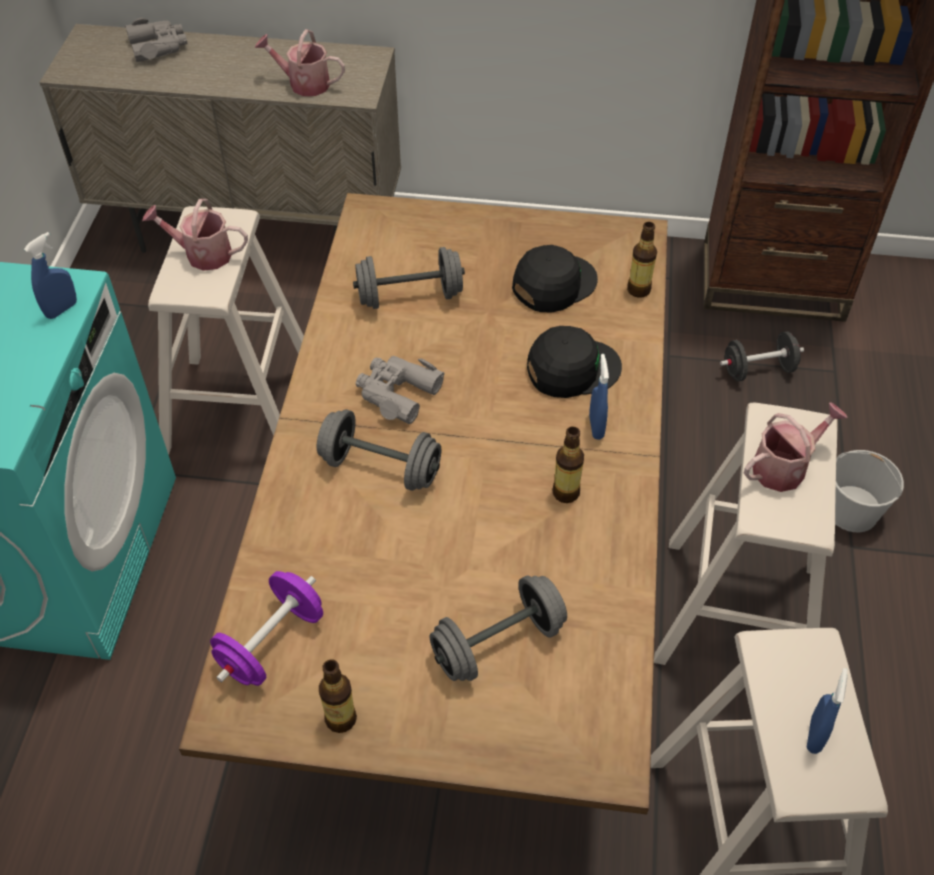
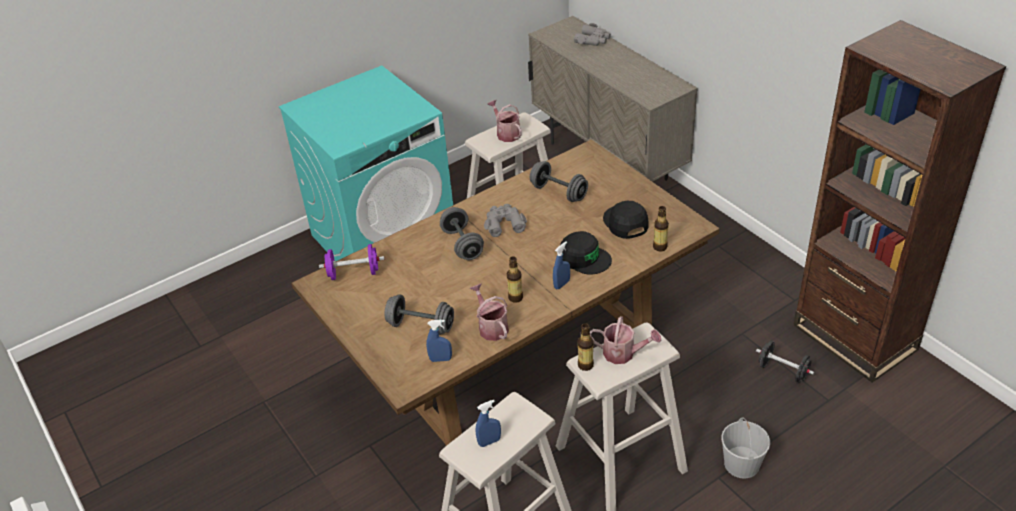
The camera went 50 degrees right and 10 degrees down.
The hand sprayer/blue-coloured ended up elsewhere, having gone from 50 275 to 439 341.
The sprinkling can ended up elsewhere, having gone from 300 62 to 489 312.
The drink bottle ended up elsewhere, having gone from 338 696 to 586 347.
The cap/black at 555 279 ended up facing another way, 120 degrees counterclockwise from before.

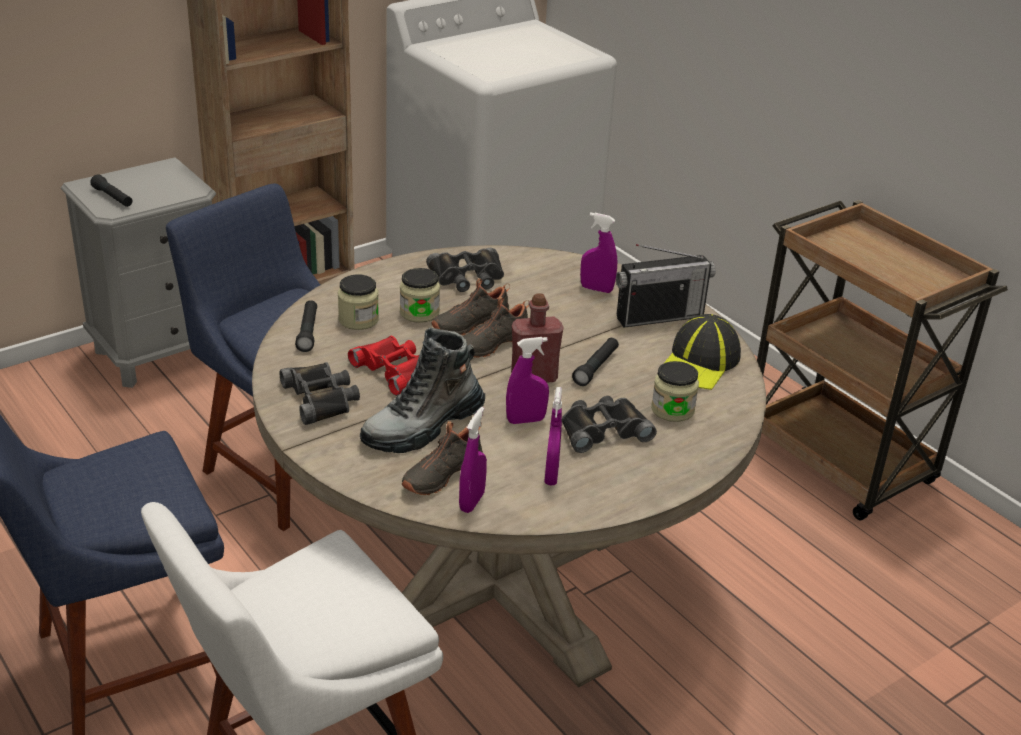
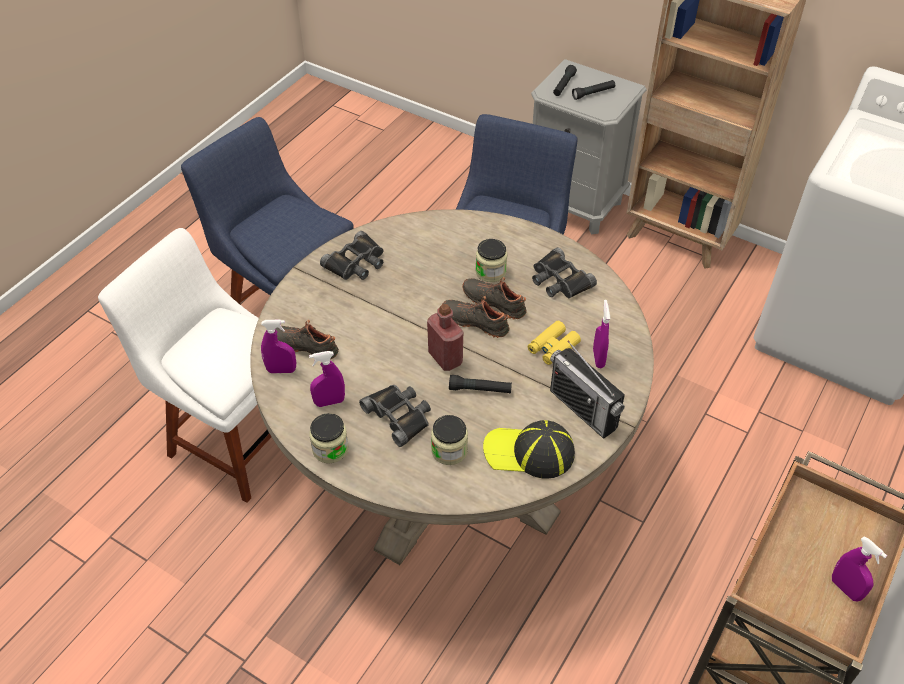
The camera went 70 degrees right and 15 degrees up.
The second view lost the pair of binoculars/red at 383 366.
The second view lost the high-top boot at 422 390.
The second view gained the pair of binoculars/yellowish at 554 343.
The flashlight/black ended up elsewhere, having gone from 306 326 to 593 90.
The storage jar ended up elsewhere, having gone from 358 302 to 329 438.
The hand sprayer/purple ended up elsewhere, having gone from 527 380 to 859 569.

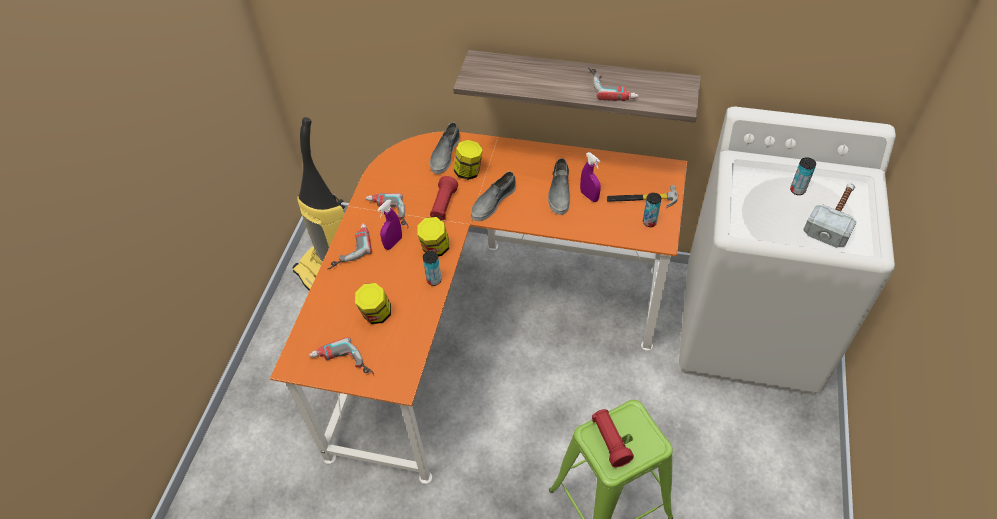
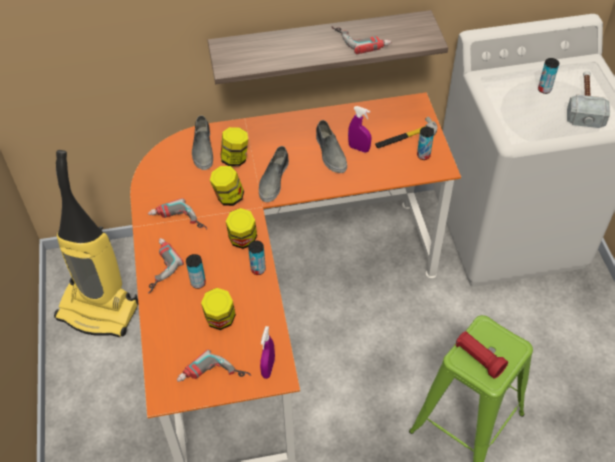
The camera went 25 degrees left and 0 degrees up.
The second view gained the sealed can at 196 271.
The hand sprayer/purple ended up elsewhere, having gone from 389 224 to 267 352.
Where the flashlight/red stood at 444 198, the storage jar came to stand at 227 186.

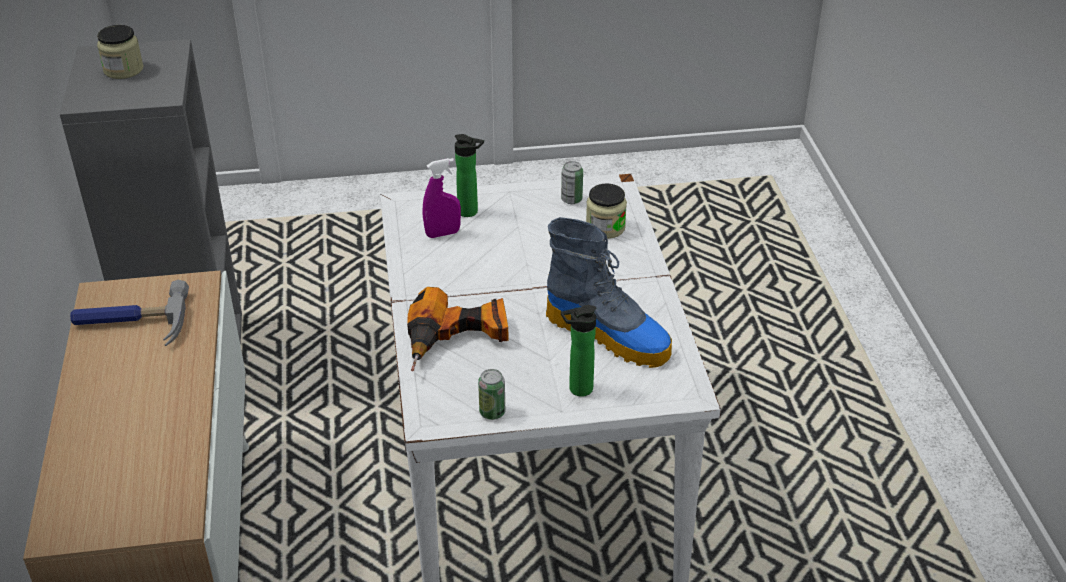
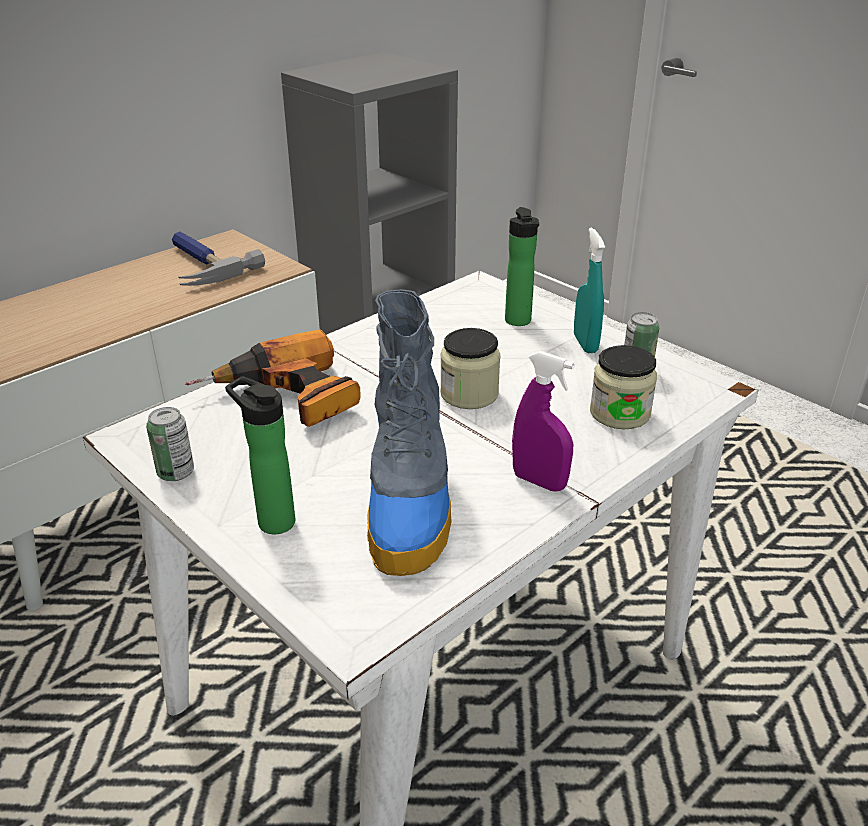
The camera went 55 degrees right and 5 degrees down.
The second view gained the hand sprayer/blue-green at 589 290.
The storage jar ended up elsewhere, having gone from 120 52 to 470 368.
The hand sprayer/purple ended up elsewhere, having gone from 442 198 to 543 421.

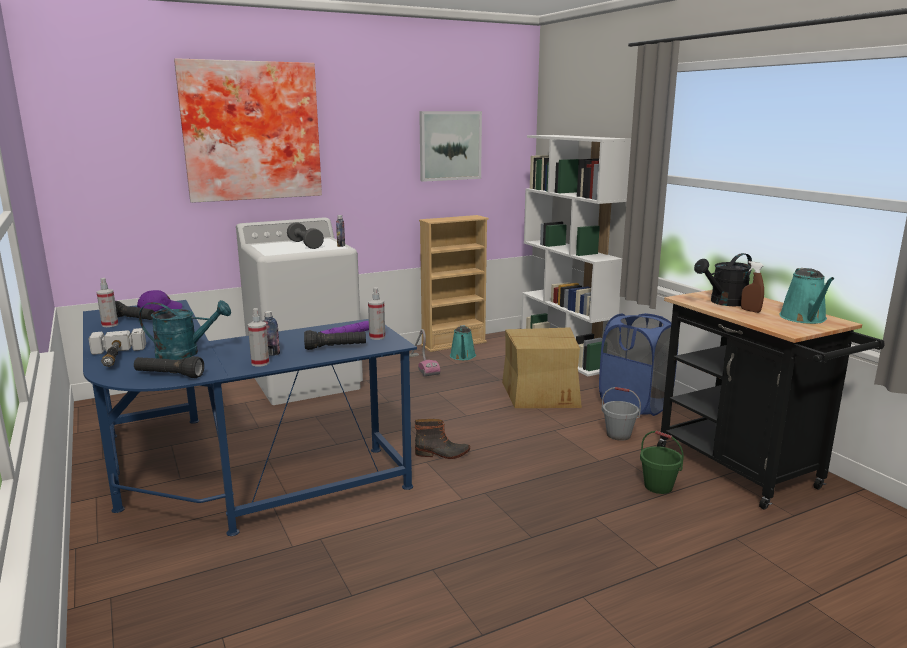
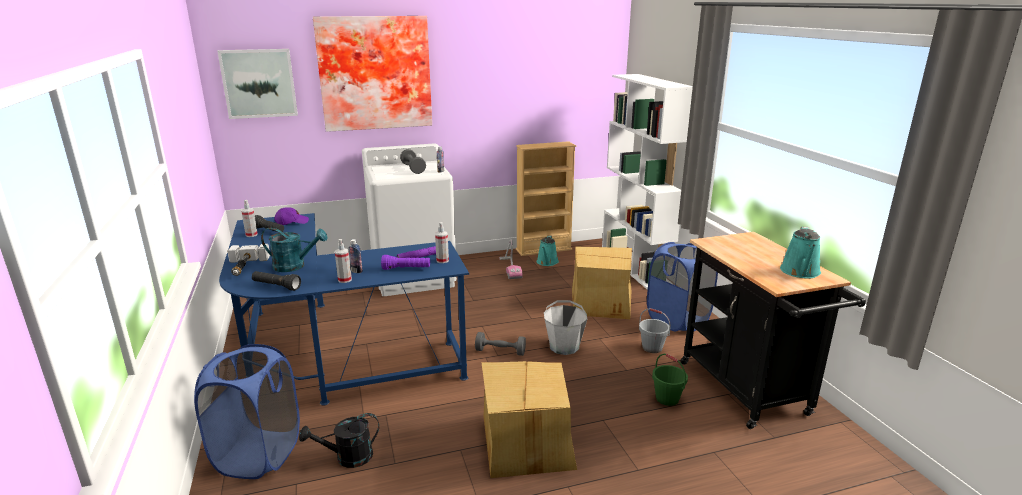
The camera went 10 degrees right and 5 degrees up.
The second view lost the hand sprayer/brownish at 752 287.
The second view gained the washing basket/blue-coloured at 247 411.
The second view gained the packing box at 529 419.
The second view gained the water bucket/greyish at 566 327.
The wall art ended up elsewhere, having gone from 450 146 to 257 84.
The sprinkling can/black ended up elsewhere, having gone from 723 279 to 339 440.
Where the high-top boot stood at 442 439, the free weight/greyish came to stand at 500 344.
What was the flashlight/black at 335 340 turned into the flashlight/purple at 405 262.

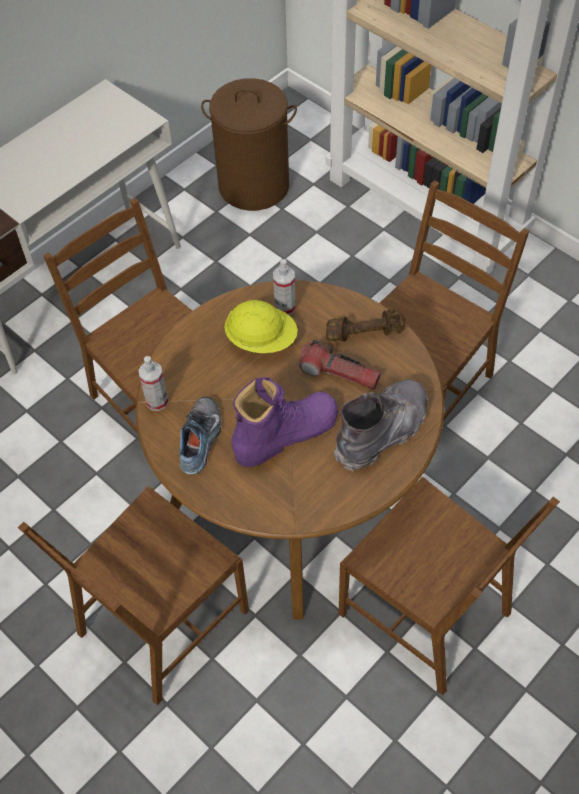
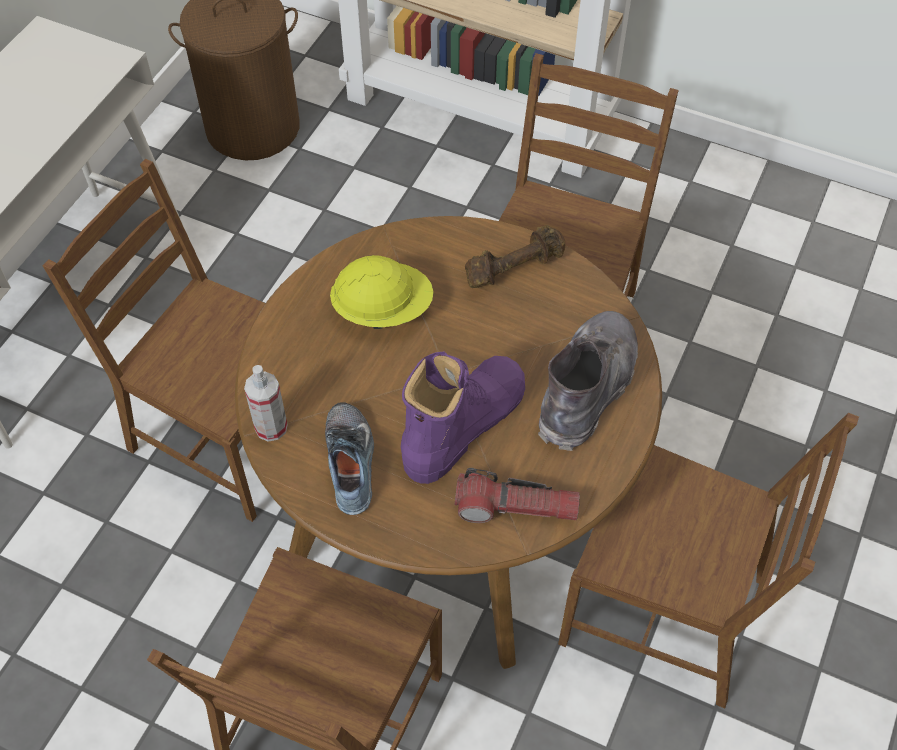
The camera went 20 degrees left and 0 degrees up.
The second view lost the hand sprayer at 284 287.
The flashlight ended up elsewhere, having gone from 340 364 to 517 495.

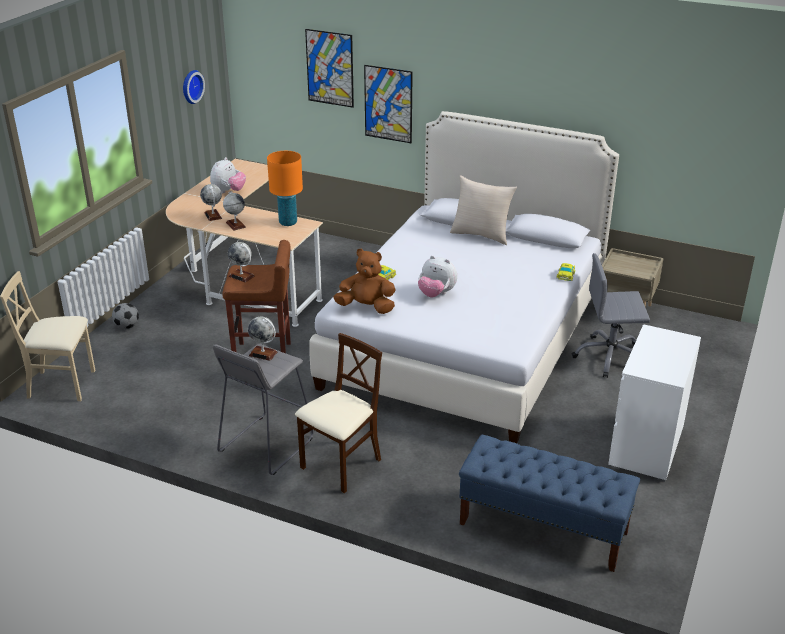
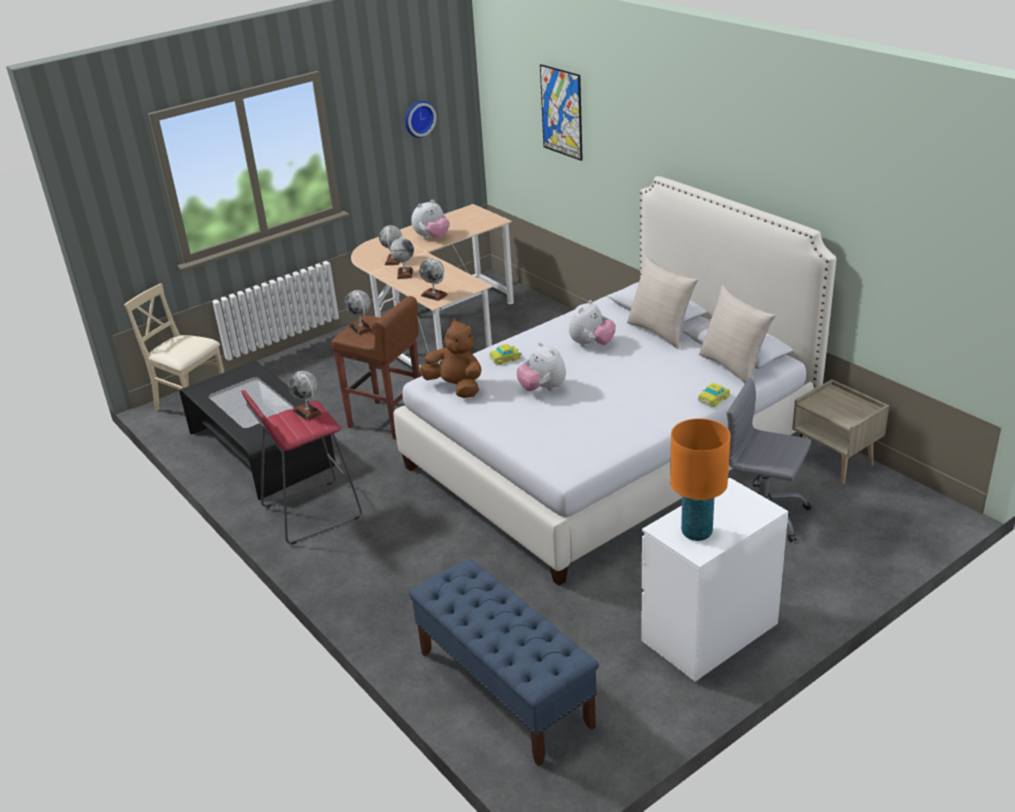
The camera went 30 degrees right and 0 degrees up.
The second view lost the ball for football at 125 316.
The second view lost the upright chair/beige-coloured at 338 413.
The second view lost the wall art at 388 104.
The second view gained the low table/black at 257 430.
The second view gained the world globe at 433 279.
The second view gained the plush toy at 592 323.
The second view gained the pillow/beige-coloured at 737 334.
The tabletop lamp/orangey ended up elsewhere, having gone from 285 188 to 700 479.
What was the stool seat/greyish at 263 409 turned into the stool seat/red at 301 467.

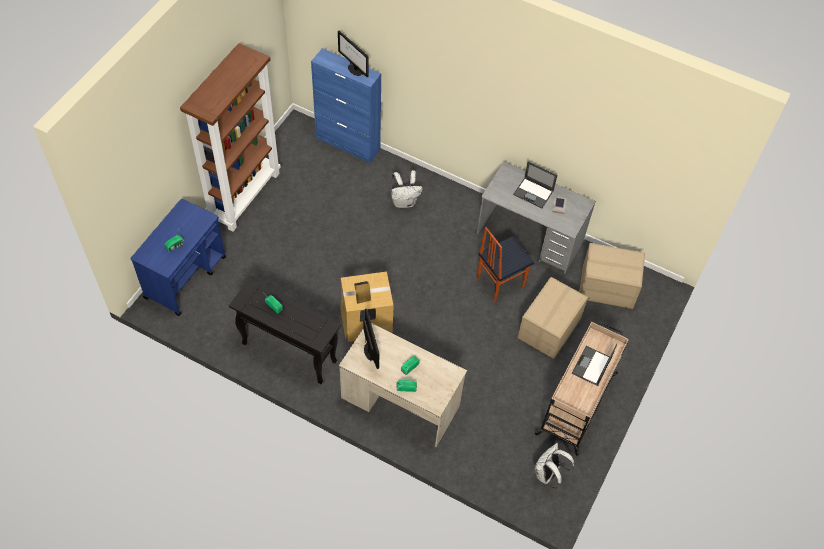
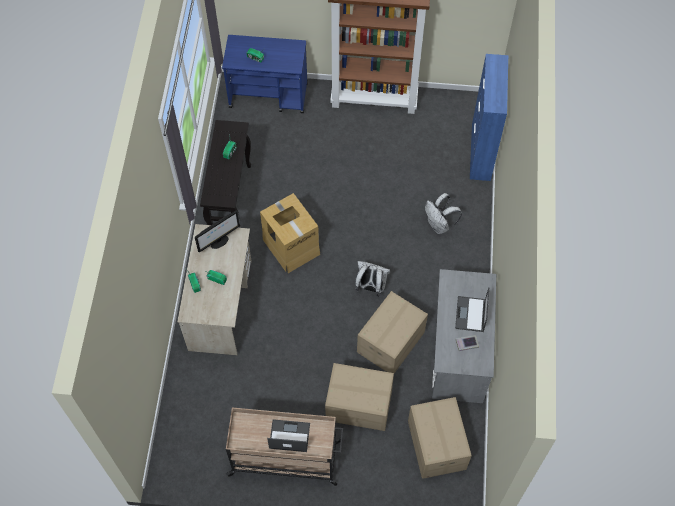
The camera went 70 degrees right and 5 degrees up.
The second view lost the computer display at 353 54.
The rucksack/white ended up elsewhere, having gone from 554 465 to 372 279.
Where the upright chair stood at 505 264, the packing box came to stand at 392 332.

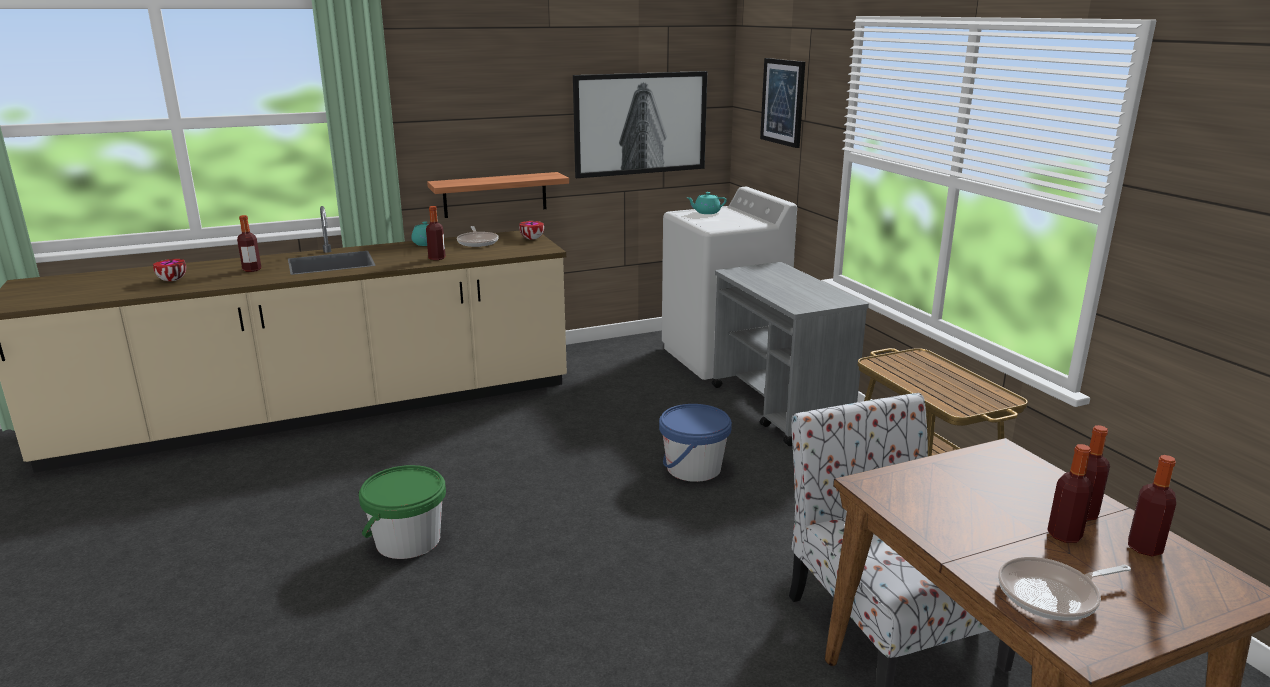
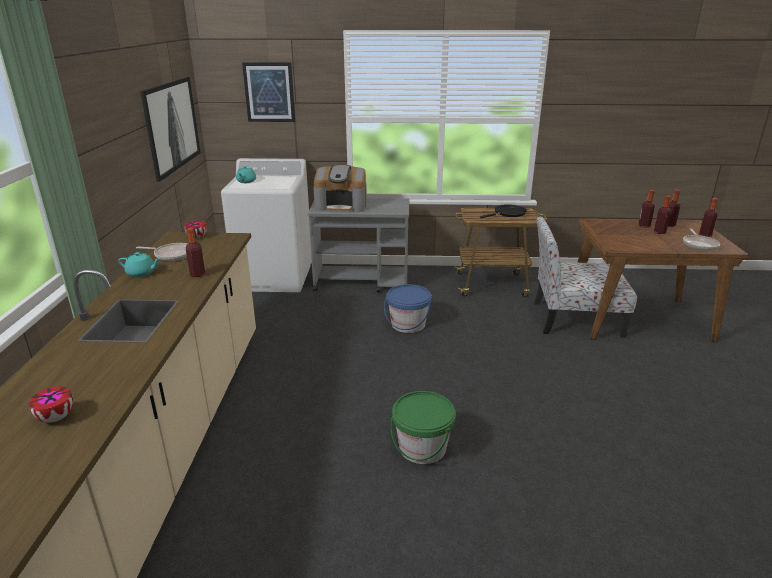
The camera went 65 degrees left and 5 degrees up.
The second view lost the bracket shelf at 498 195.
The second view gained the coffee machine at 340 189.
The second view gained the pan/black at 503 211.
The drink bottle ended up elsewhere, having gone from 249 243 to 708 217.

